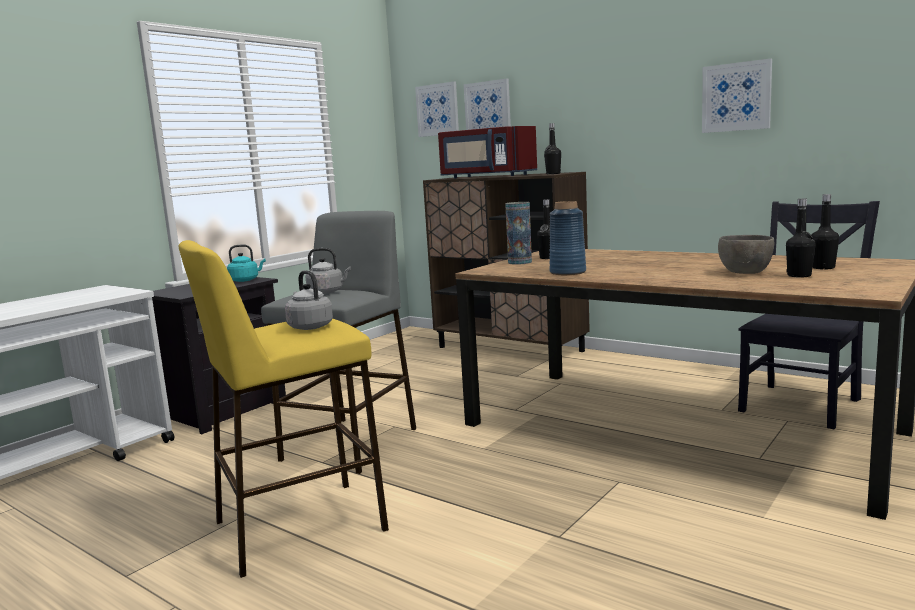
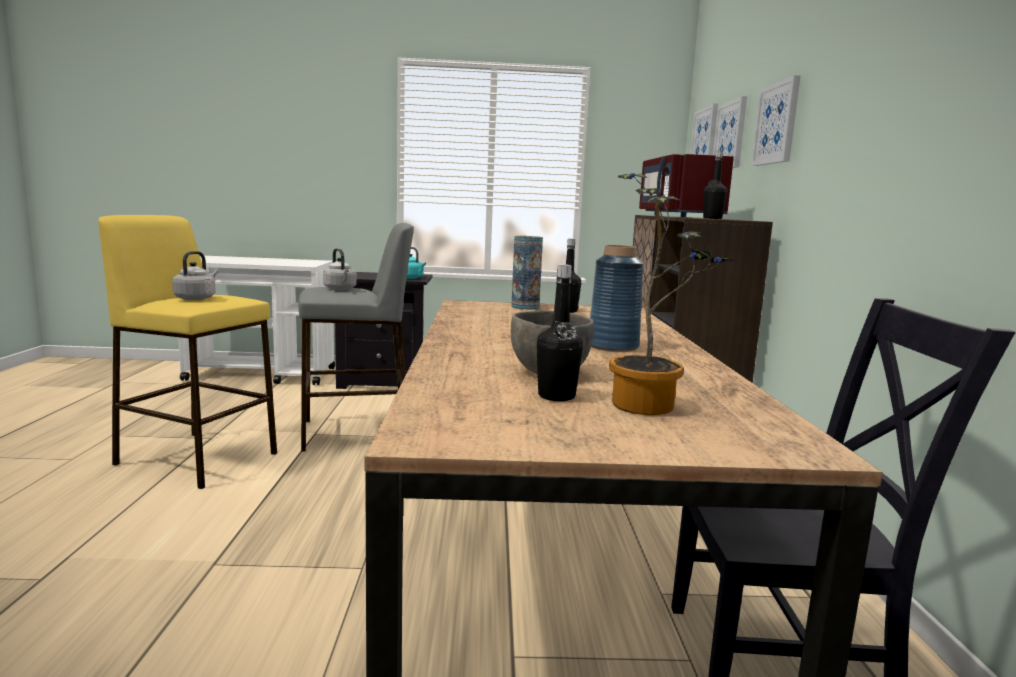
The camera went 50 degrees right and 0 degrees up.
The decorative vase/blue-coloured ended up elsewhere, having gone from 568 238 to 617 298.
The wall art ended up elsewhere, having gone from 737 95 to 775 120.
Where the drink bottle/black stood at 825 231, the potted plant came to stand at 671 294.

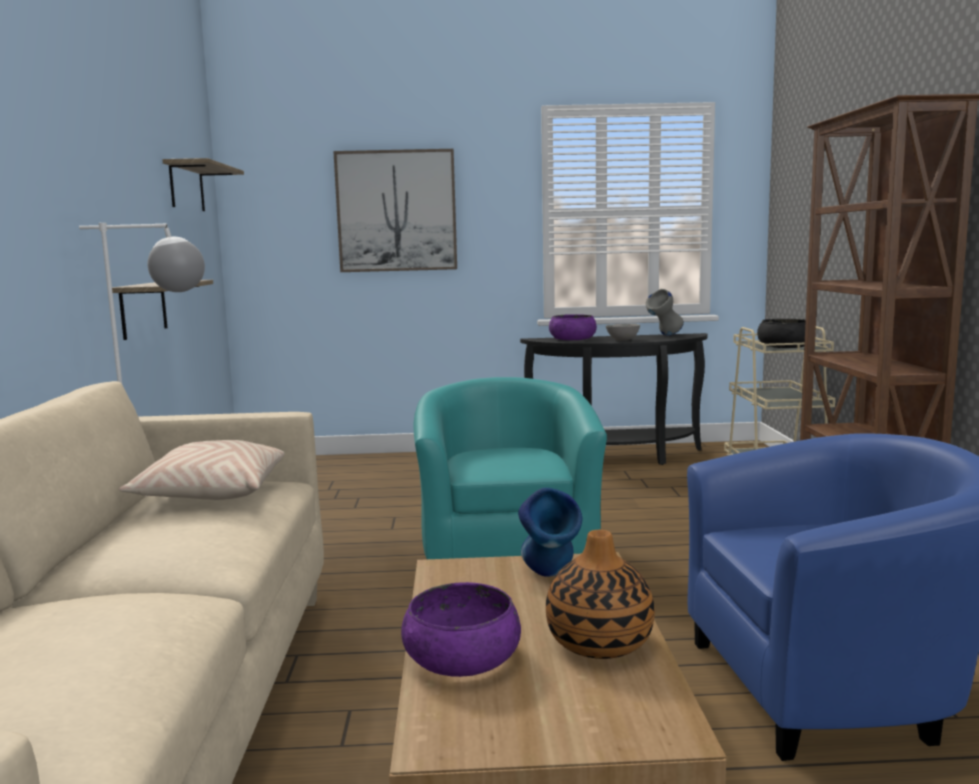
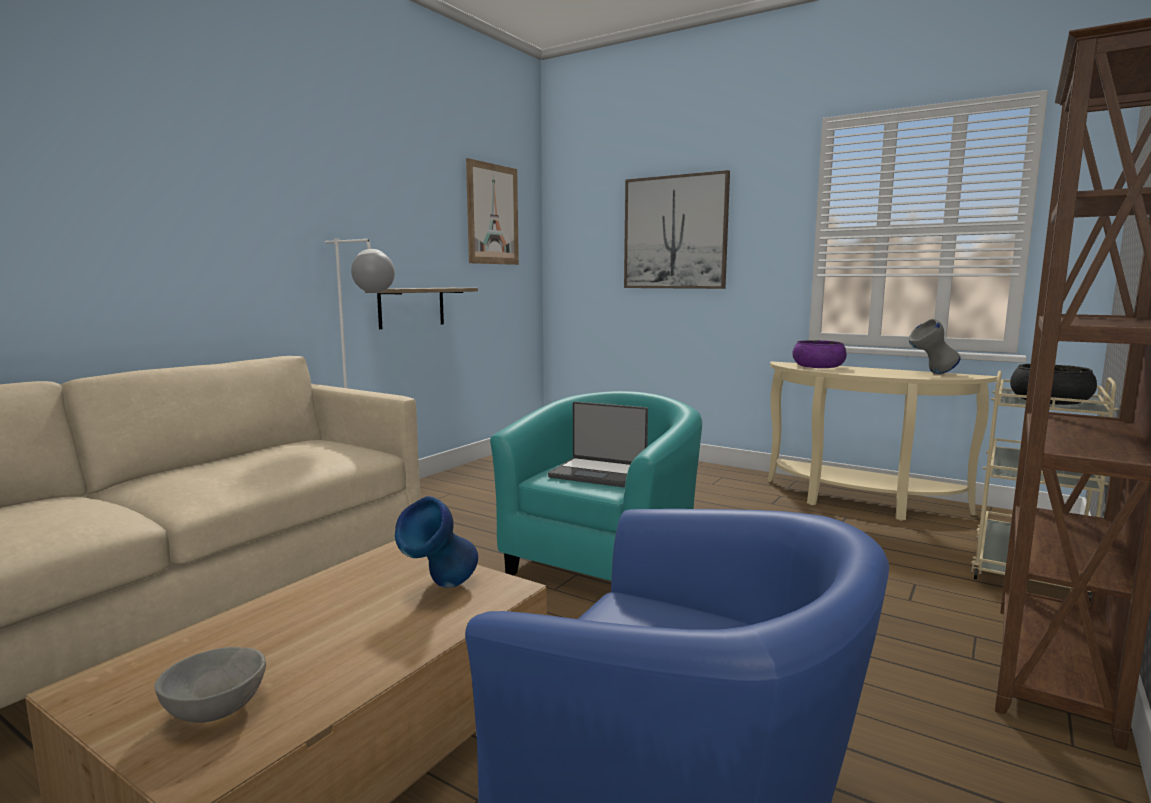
The camera went 35 degrees right and 0 degrees up.
The second view lost the pillow/beige-coloured at 202 470.
The second view lost the serving bowl/purple at 461 629.
The second view lost the decorative vase at 600 594.
The second view gained the portable computer at 598 444.
The serving bowl/greyish ended up elsewhere, having gone from 623 332 to 210 684.
Where the bracket shelf hung at 203 184, the wall art came to hang at 492 211.
What was the hall table/black at 614 399 turned into the hall table/beige-coloured at 882 441.

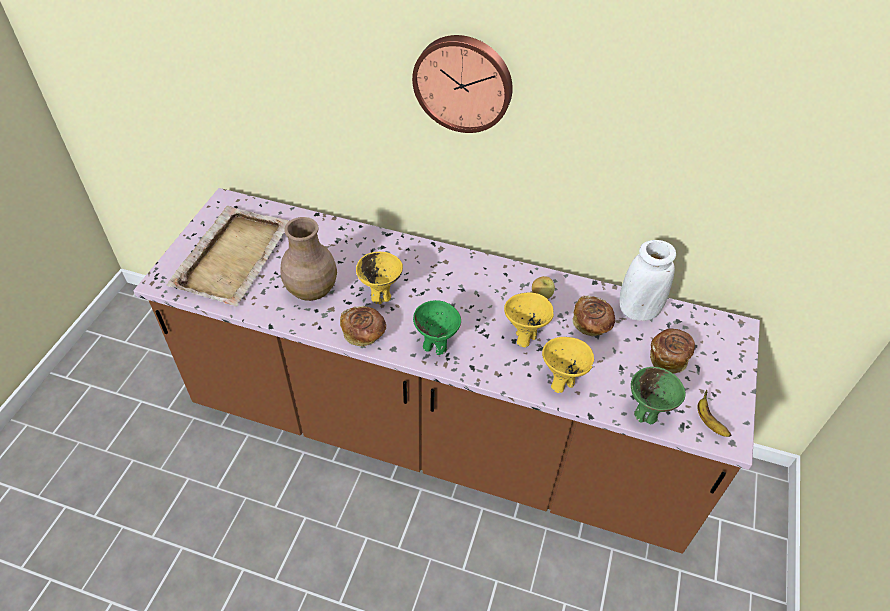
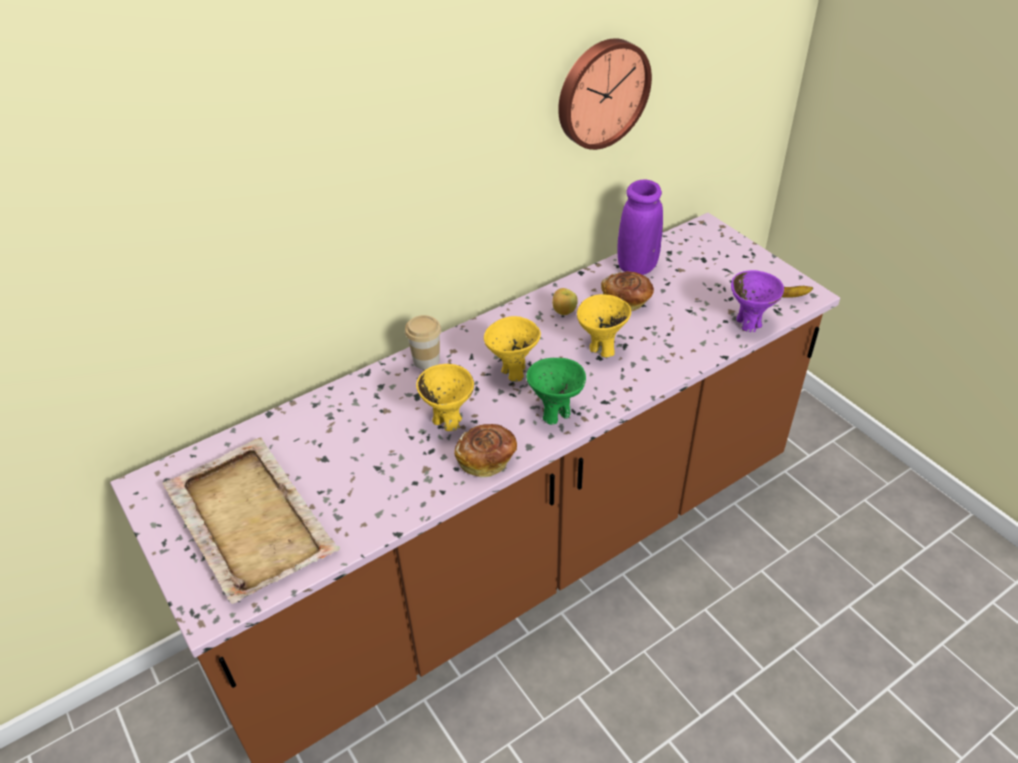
The camera went 50 degrees left and 5 degrees down.
The second view lost the decorative vase/brownish at 309 259.
The second view lost the baked bread at 672 350.
The second view gained the drinking cup at 423 342.
The wall clock ended up elsewhere, having gone from 462 84 to 605 94.
The serving bowl/yellowish ended up elsewhere, having gone from 568 365 to 512 349.
What was the decorative vase/white at 647 280 turned into the decorative vase/purple at 640 227.
What was the serving bowl/green at 658 395 turned into the serving bowl/purple at 757 301.

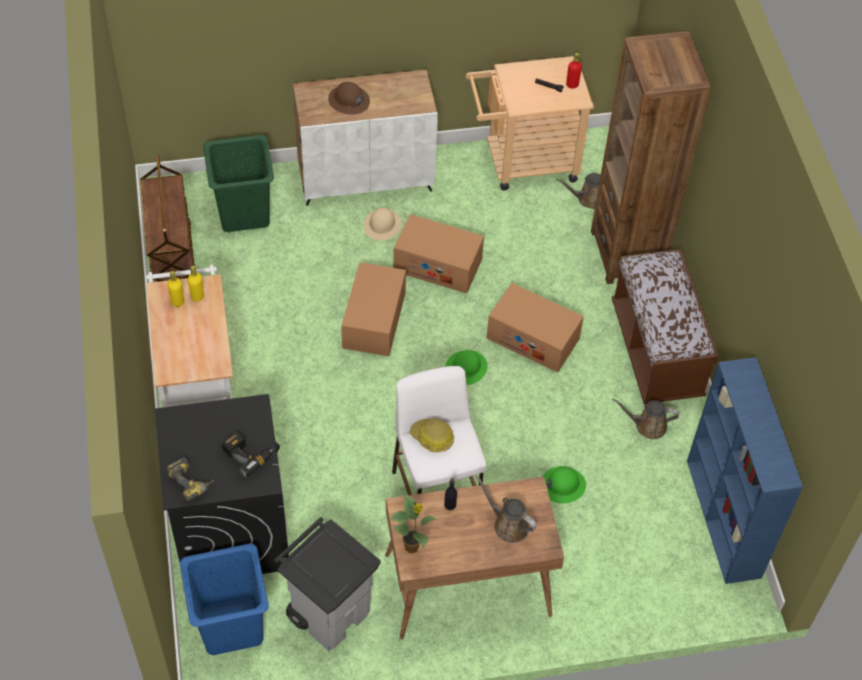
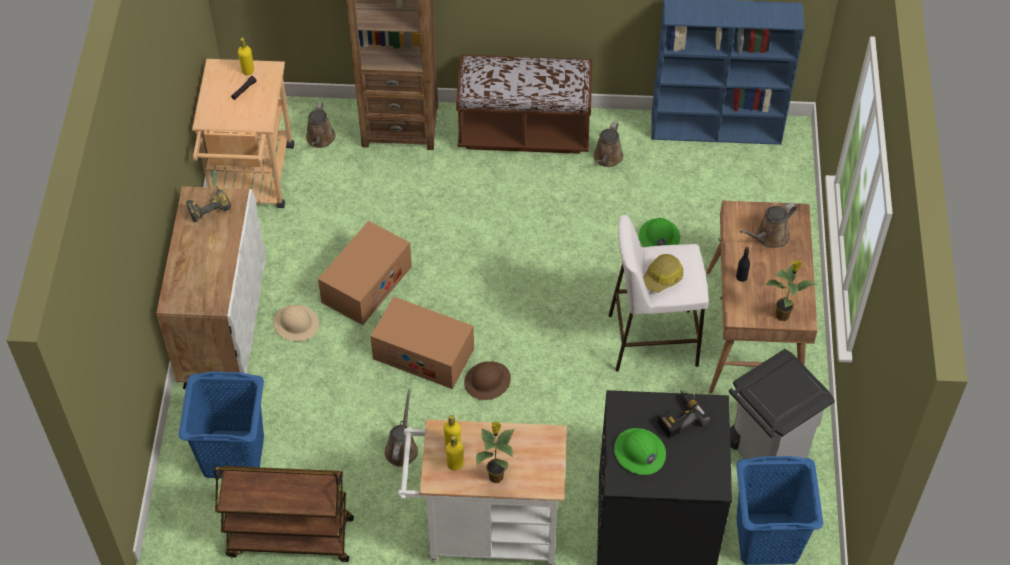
The camera went 75 degrees left and 0 degrees up.
The second view lost the packing box at 535 328.
The second view gained the sprinkling can/brownish at 401 428.
The second view gained the potted plant at 495 452.
The power drill ended up elsewhere, having gone from 190 479 to 208 204.
The safety helmet/brownish ended up elsewhere, having gone from 349 98 to 487 380.
The safety helmet/green ended up elsewhere, having gone from 466 367 to 640 451.
What was the washing basket/green at 238 183 turned into the washing basket/blue-coloured at 221 425.
What was the drink bottle/red at 574 71 turned into the drink bottle/yellowish at 246 56.

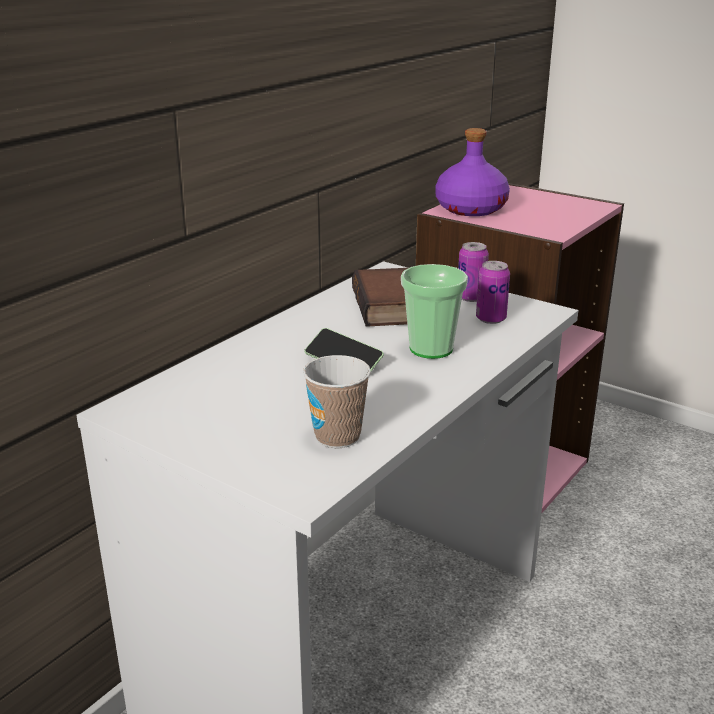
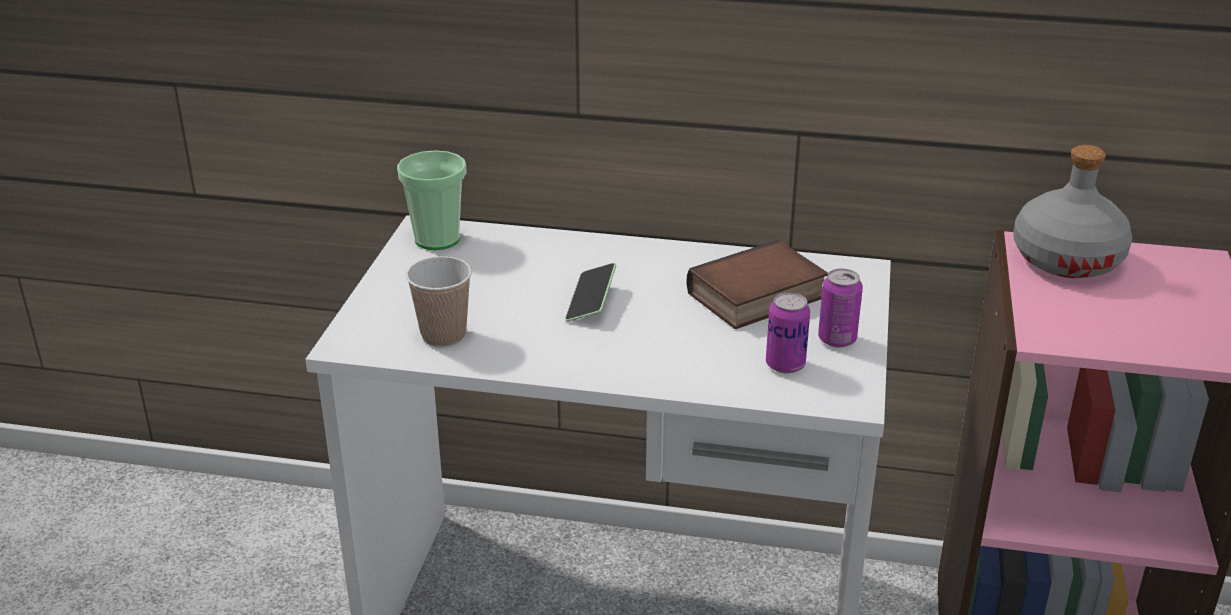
The camera went 65 degrees right and 5 degrees up.
The drinking cup ended up elsewhere, having gone from 434 311 to 431 200.
What was the drink bottle/purple at 473 172 turned into the drink bottle/greyish at 1072 211.

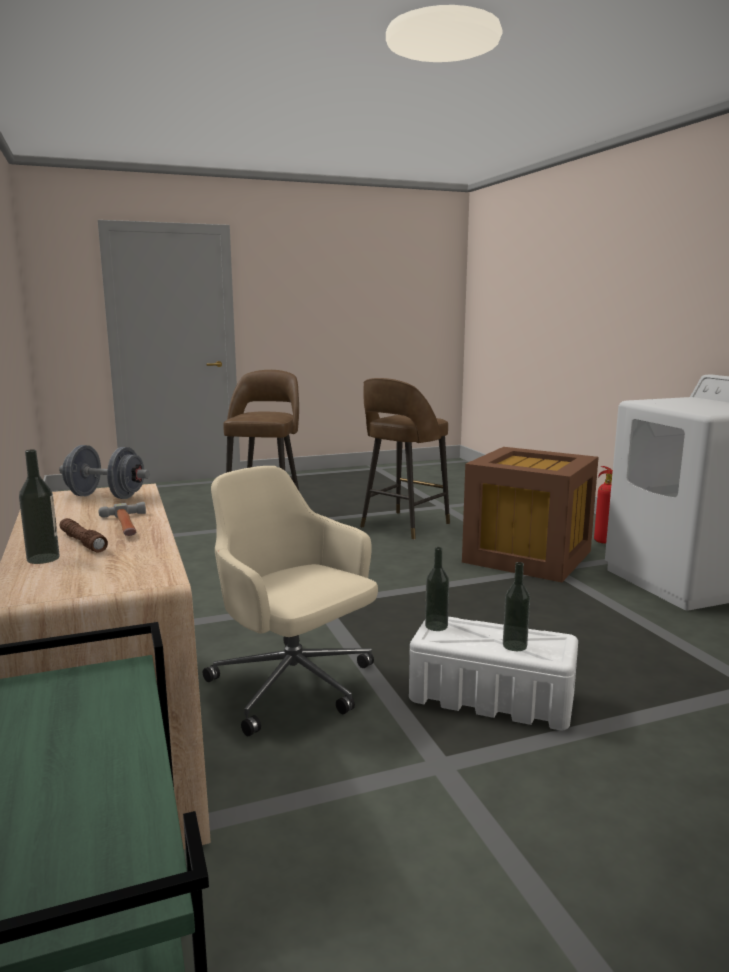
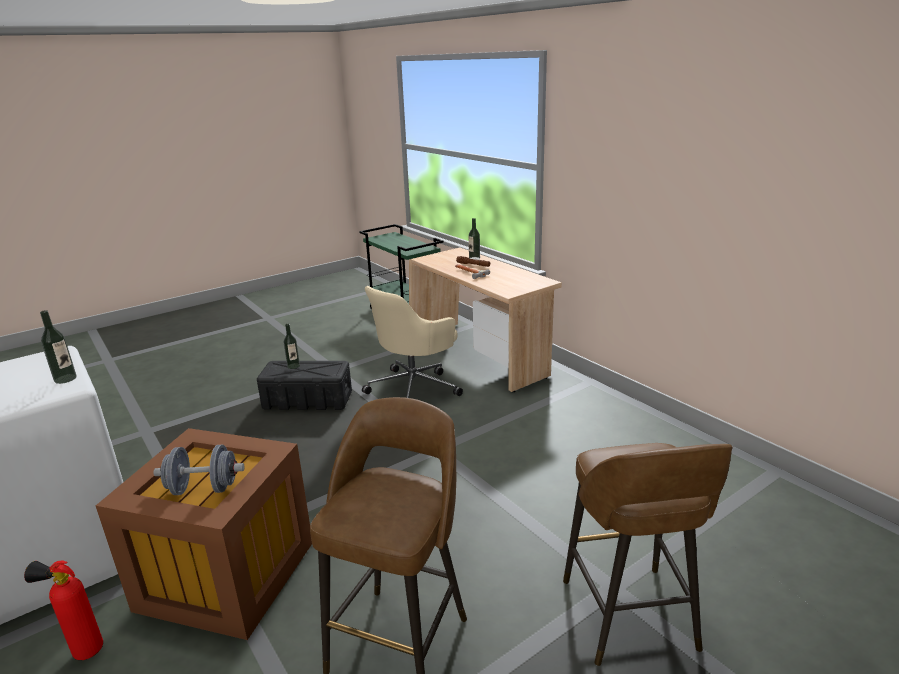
The camera went 165 degrees right and 10 degrees up.
The free weight/greyish ended up elsewhere, having gone from 104 472 to 199 470.
The drink bottle ended up elsewhere, having gone from 437 589 to 58 347.
What was the storage bin/white at 493 674 turned into the storage bin/black at 304 385.
The office chair/beige-coloured at 290 601 ended up facing another way, 105 degrees clockwise from before.

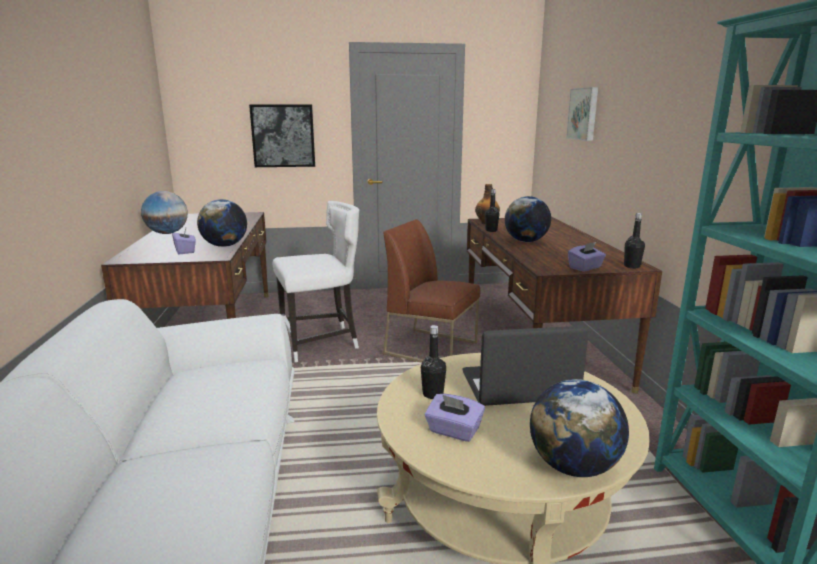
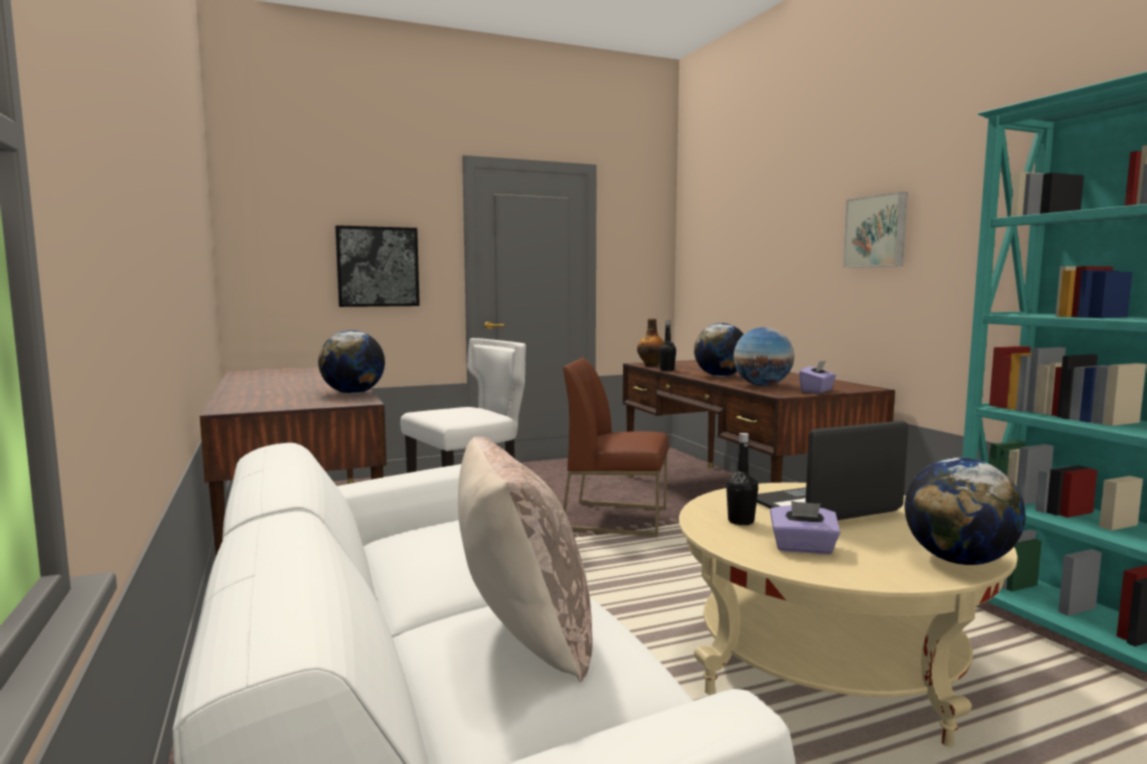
The camera went 15 degrees left and 10 degrees down.
The second view lost the box of tissues/purple at 184 241.
The second view lost the drink bottle/black at 634 240.
The second view gained the pillow/beige-coloured at 525 560.
The world globe ended up elsewhere, having gone from 164 212 to 763 356.
The wall art ended up elsewhere, having gone from 582 114 to 875 230.

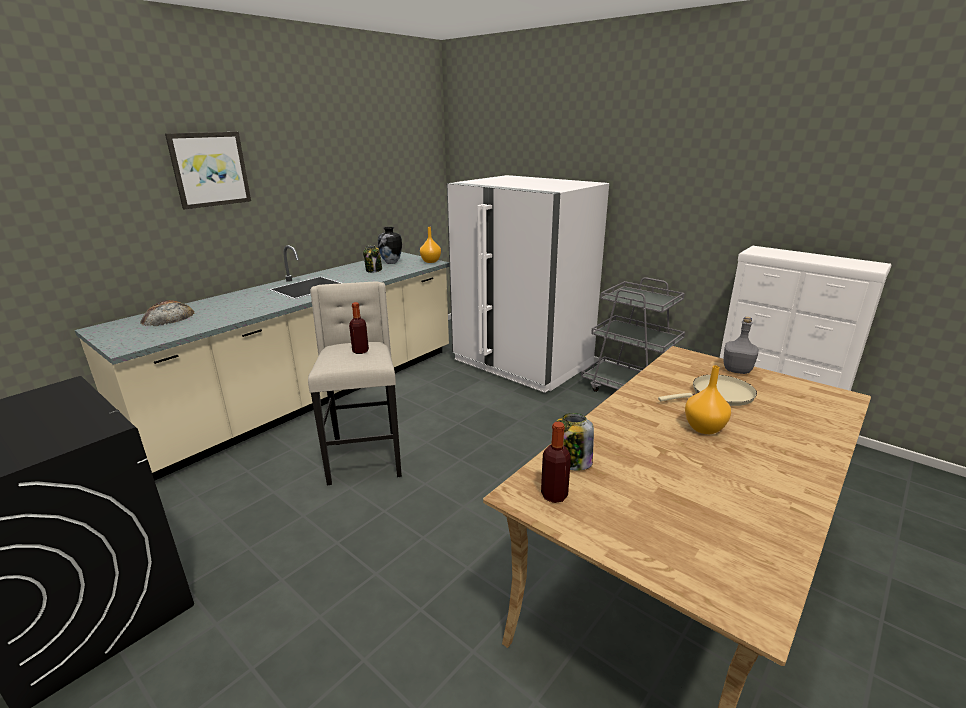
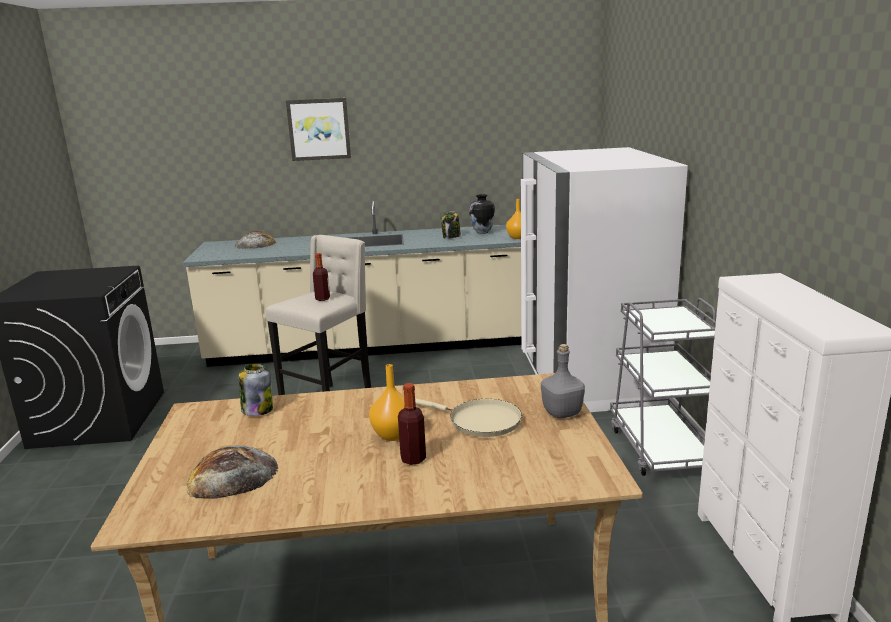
The camera went 45 degrees right and 5 degrees down.
The second view gained the baked bread at 232 472.
The drink bottle ended up elsewhere, having gone from 556 462 to 412 424.

